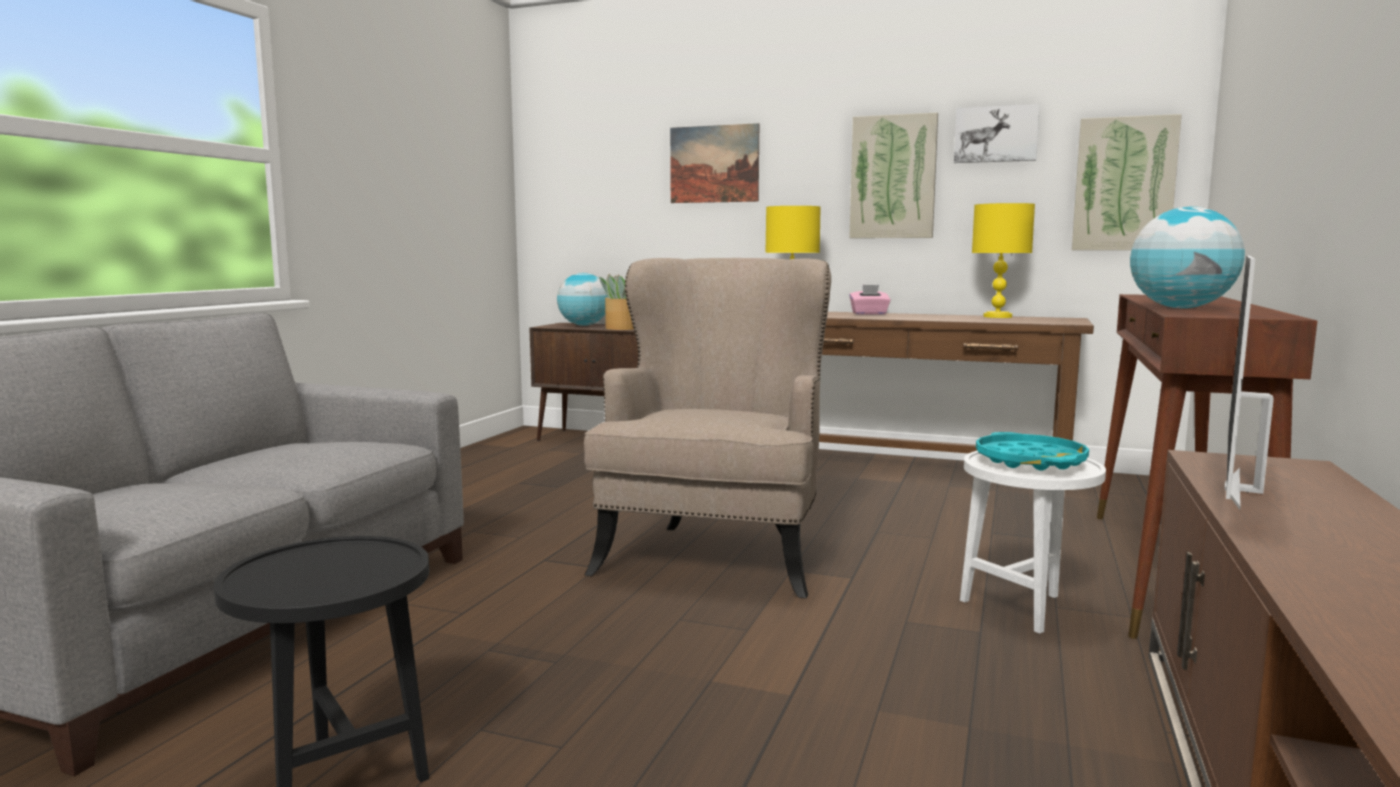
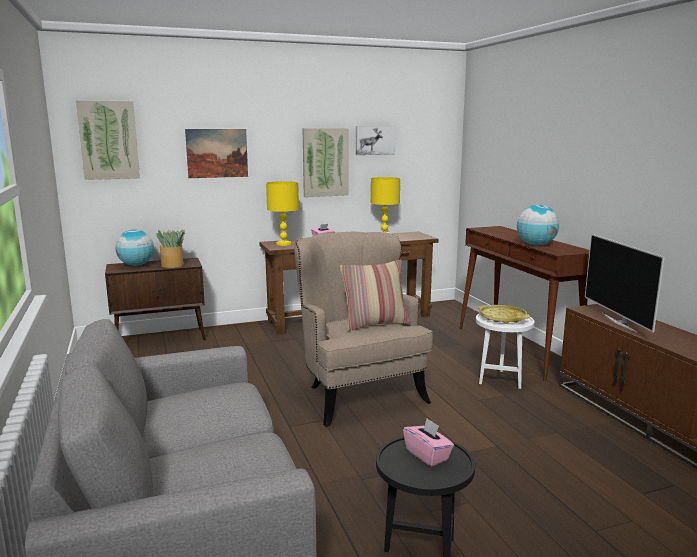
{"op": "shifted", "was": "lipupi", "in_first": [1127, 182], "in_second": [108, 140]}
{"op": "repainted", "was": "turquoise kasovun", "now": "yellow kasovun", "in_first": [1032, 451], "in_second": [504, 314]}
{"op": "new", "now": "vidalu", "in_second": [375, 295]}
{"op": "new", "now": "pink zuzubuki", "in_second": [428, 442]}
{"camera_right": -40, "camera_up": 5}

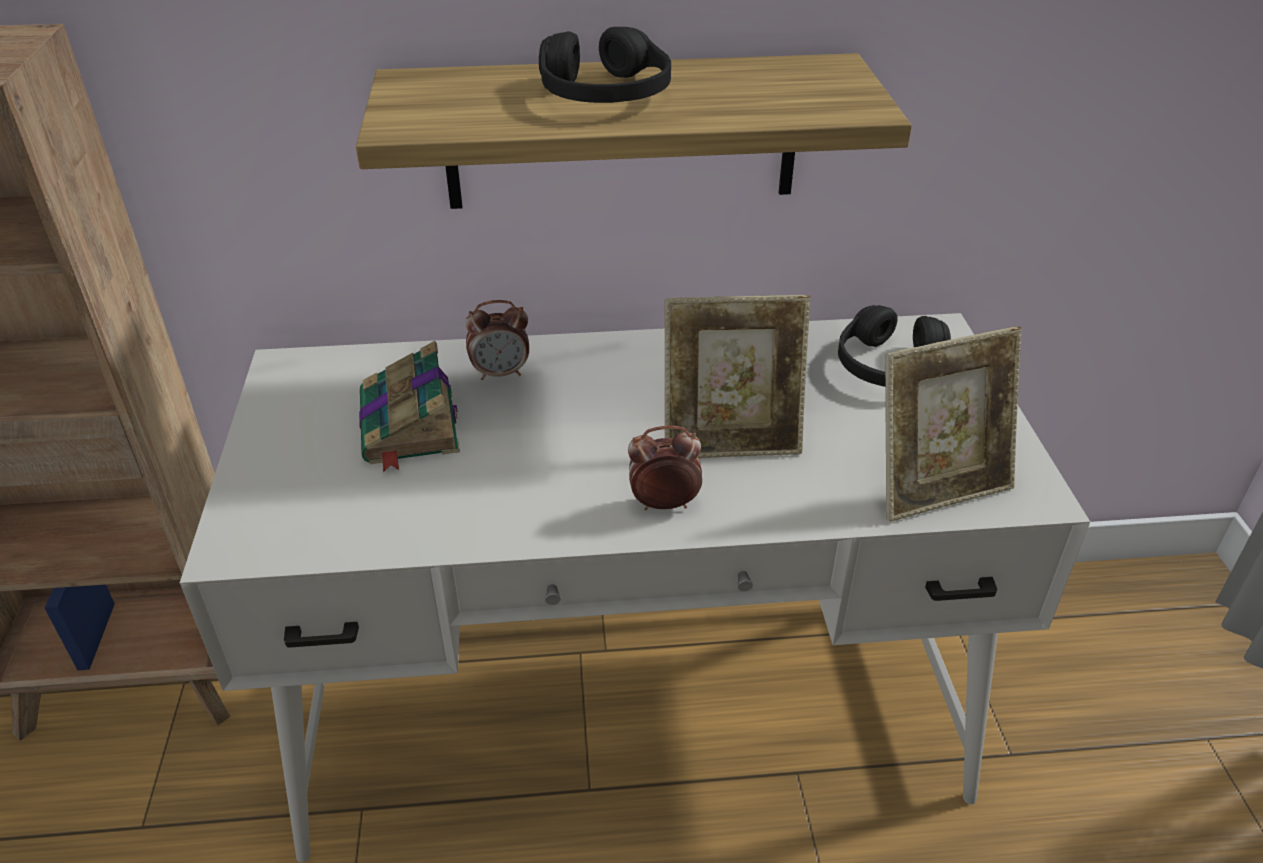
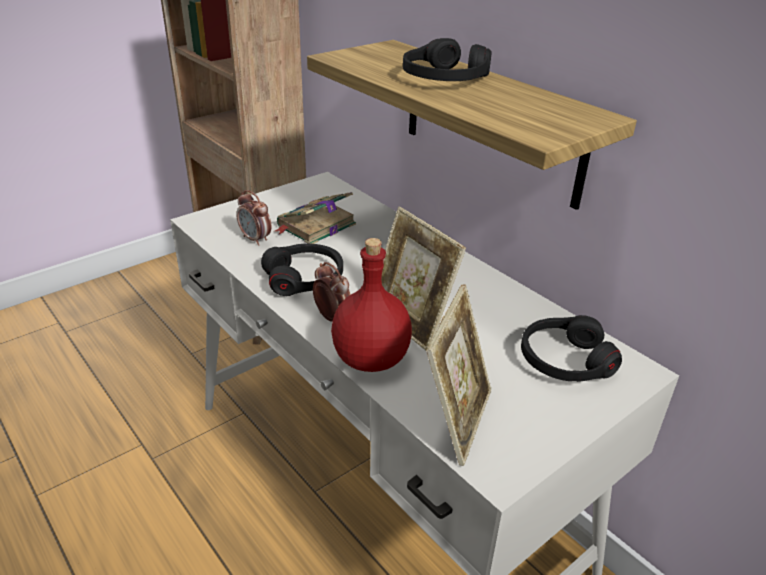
{"op": "shifted", "was": "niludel", "in_first": [497, 340], "in_second": [254, 218]}
{"op": "rotated", "was": "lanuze", "in_first": [953, 424], "in_second": [459, 375], "clockwise": -105}
{"op": "new", "now": "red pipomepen", "in_second": [371, 305]}
{"op": "new", "now": "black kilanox", "in_second": [302, 269]}
{"camera_right": 55, "camera_up": -5}

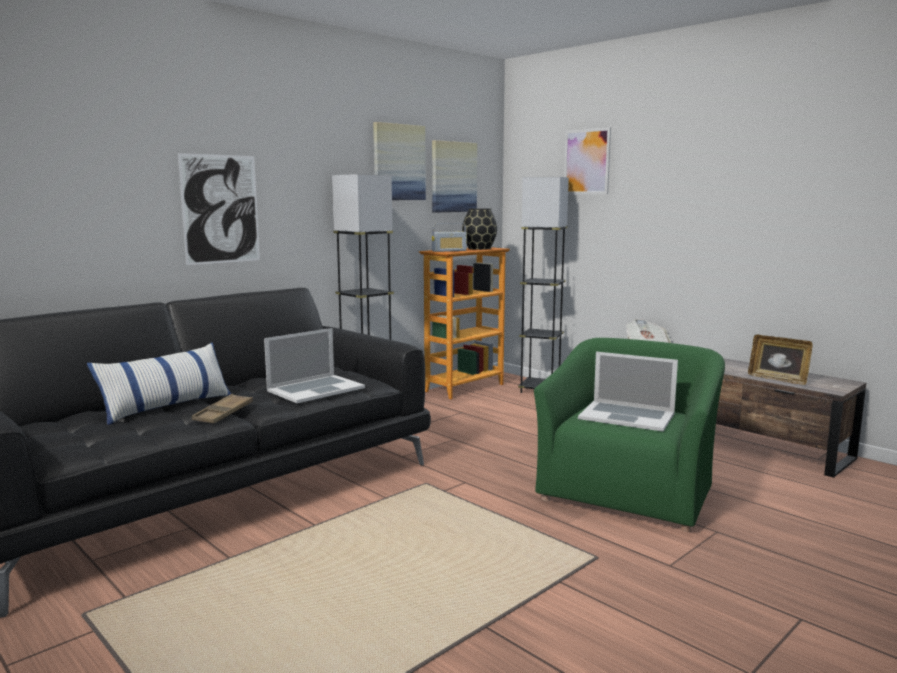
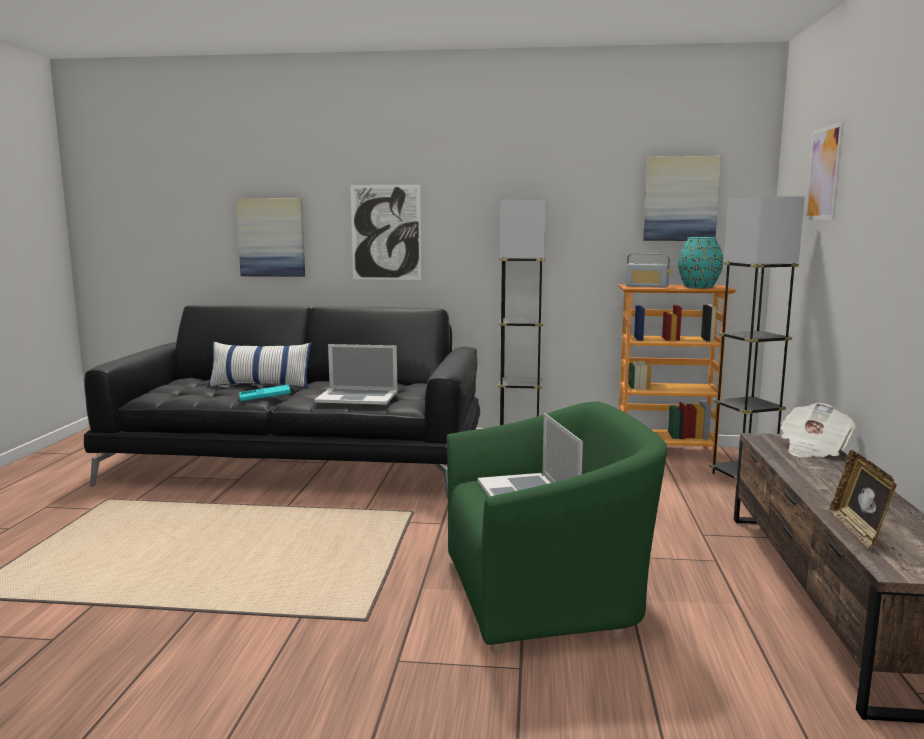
{"op": "shifted", "was": "lipupi", "in_first": [399, 161], "in_second": [270, 237]}
{"op": "repainted", "was": "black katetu", "now": "turquoise katetu", "in_first": [479, 229], "in_second": [700, 262]}
{"op": "repainted", "was": "brown kasovun", "now": "turquoise kasovun", "in_first": [222, 409], "in_second": [265, 392]}
{"camera_right": 50, "camera_up": 0}

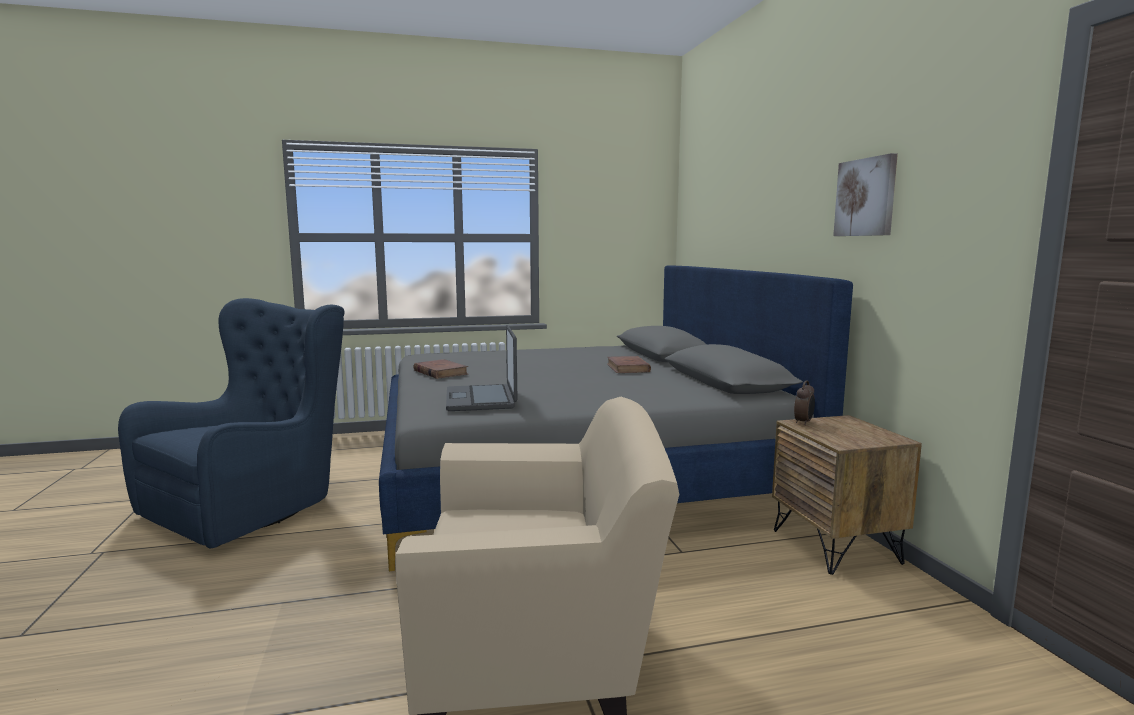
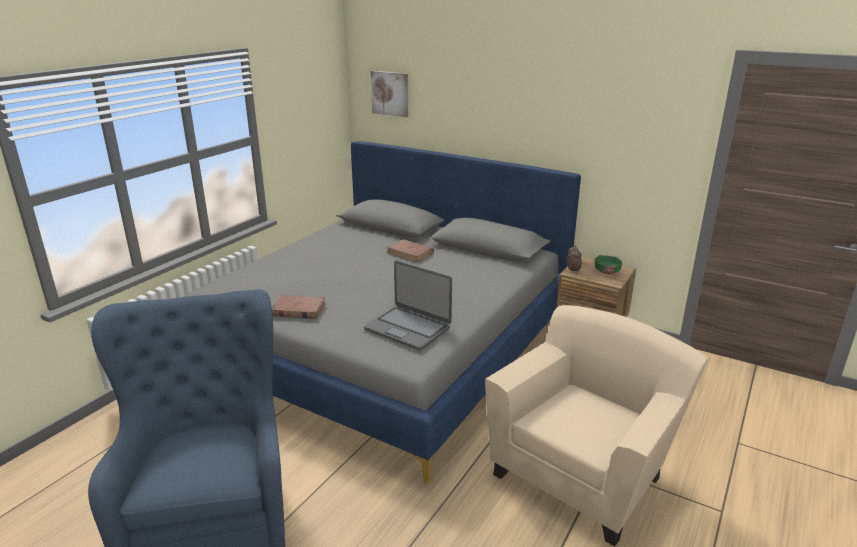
{"op": "shifted", "was": "lipupi", "in_first": [865, 194], "in_second": [389, 94]}
{"op": "new", "now": "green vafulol", "in_second": [608, 264]}
{"camera_right": -45, "camera_up": 15}

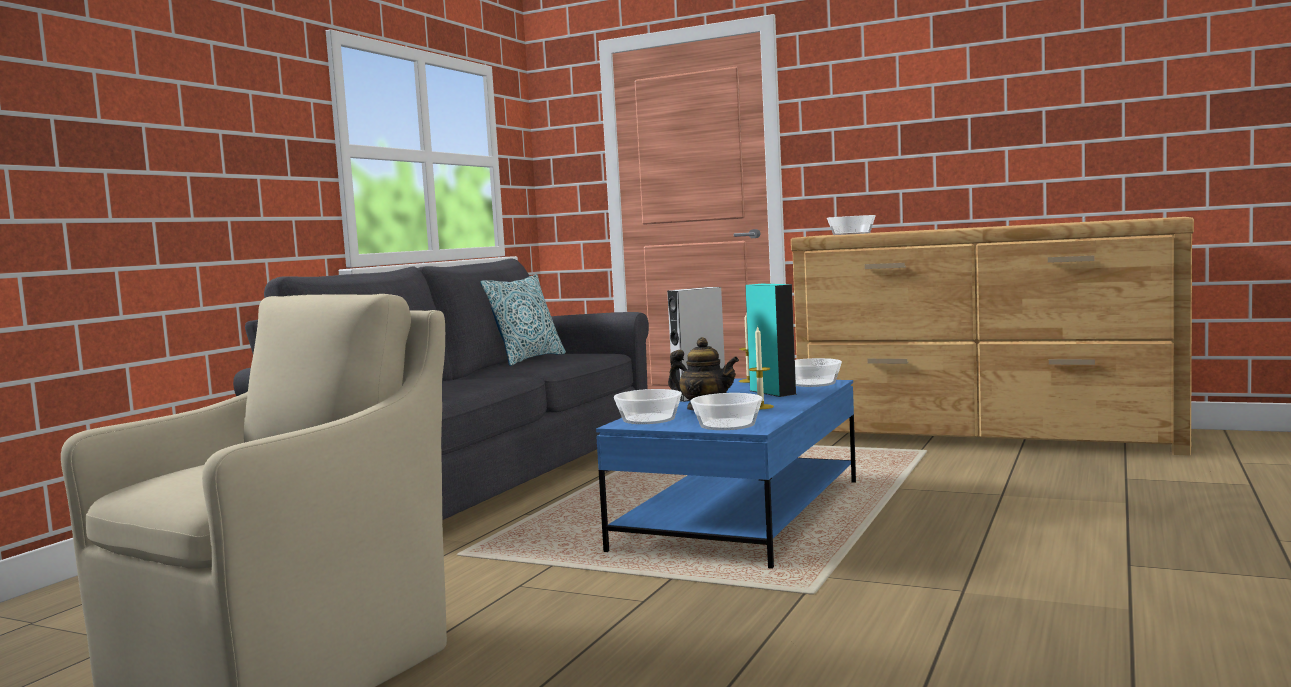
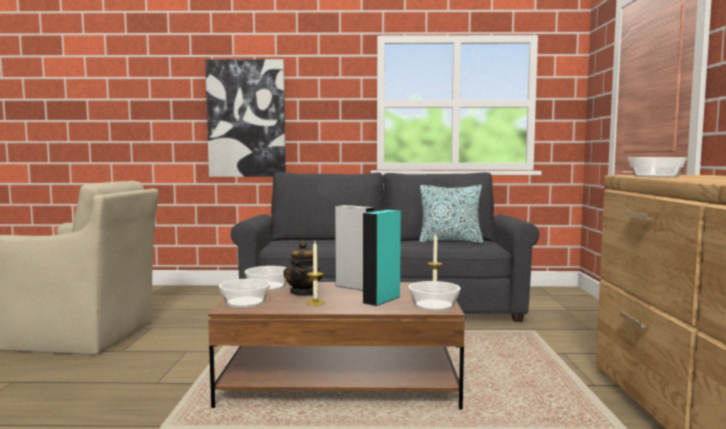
{"op": "repainted", "was": "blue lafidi", "now": "brown lafidi", "in_first": [726, 473], "in_second": [336, 346]}
{"op": "new", "now": "lipupi", "in_second": [245, 118]}
{"camera_right": 65, "camera_up": 0}

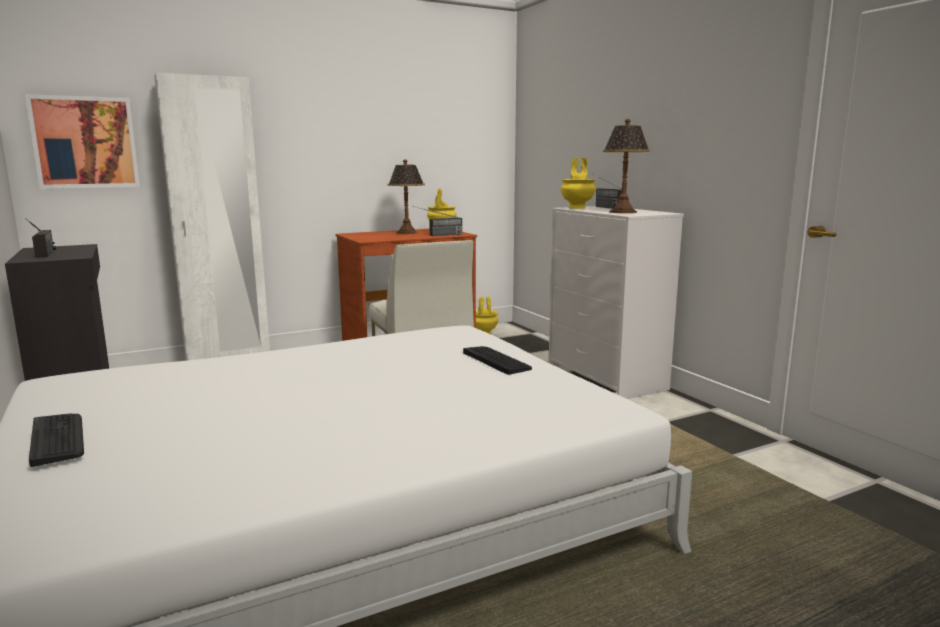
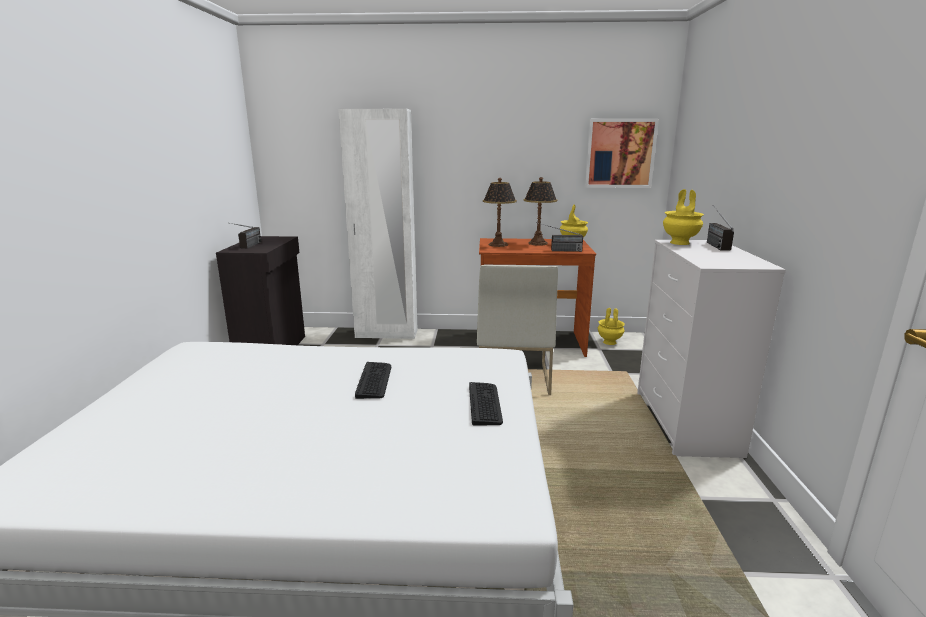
{"op": "shifted", "was": "lipupi", "in_first": [82, 141], "in_second": [622, 153]}
{"op": "shifted", "was": "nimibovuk", "in_first": [626, 166], "in_second": [500, 212]}
{"op": "shifted", "was": "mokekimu", "in_first": [56, 440], "in_second": [373, 380]}
{"camera_right": 30, "camera_up": 5}

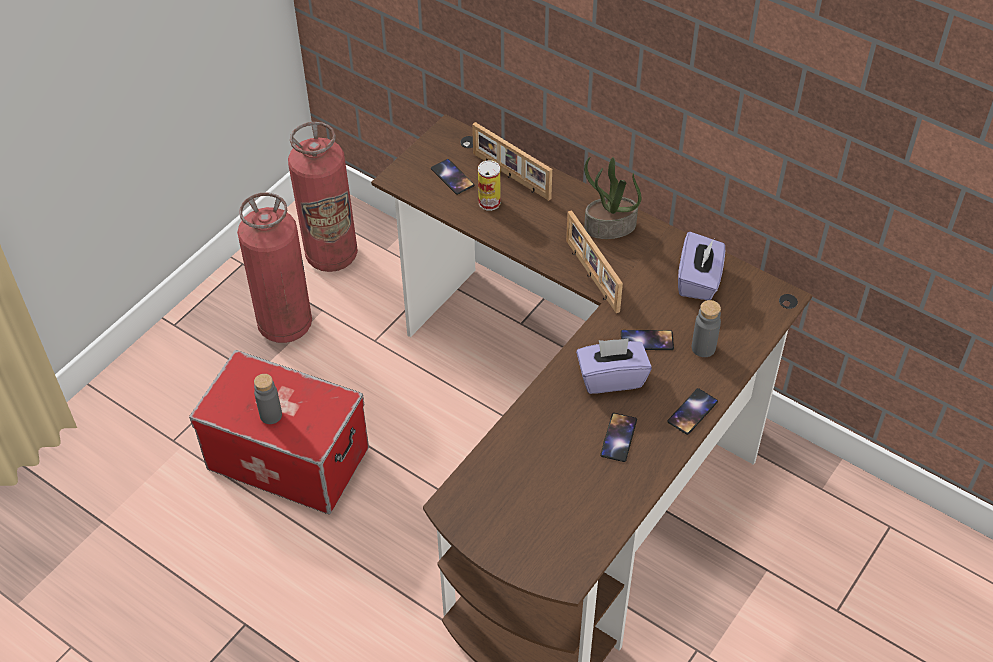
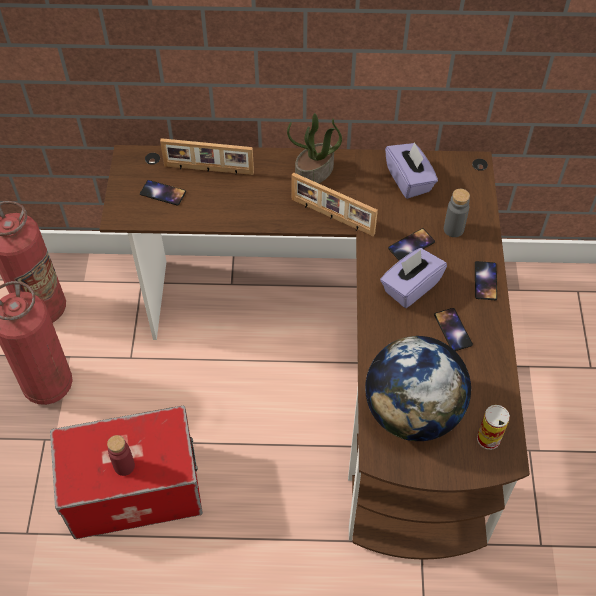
{"op": "shifted", "was": "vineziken", "in_first": [489, 185], "in_second": [493, 427]}
{"op": "repainted", "was": "grey pipomepen", "now": "red pipomepen", "in_first": [268, 399], "in_second": [121, 455]}
{"op": "new", "now": "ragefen", "in_second": [418, 388]}
{"camera_right": -35, "camera_up": 5}

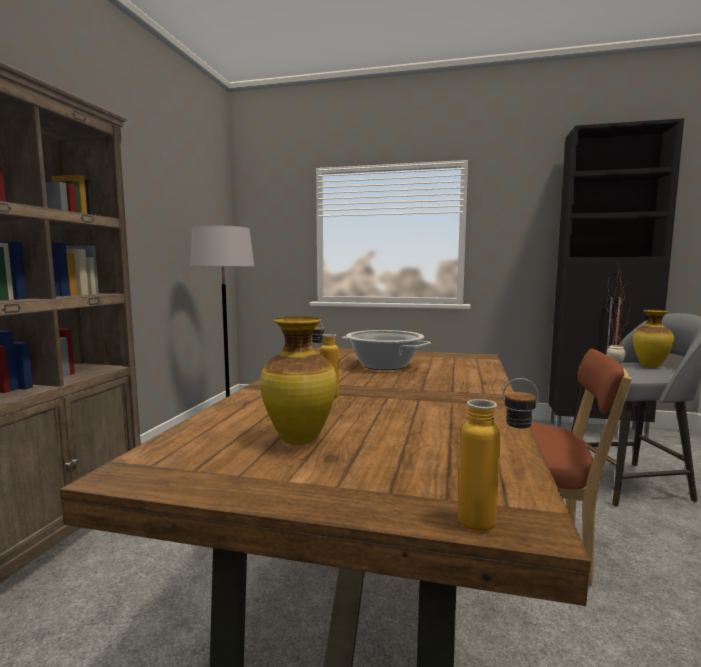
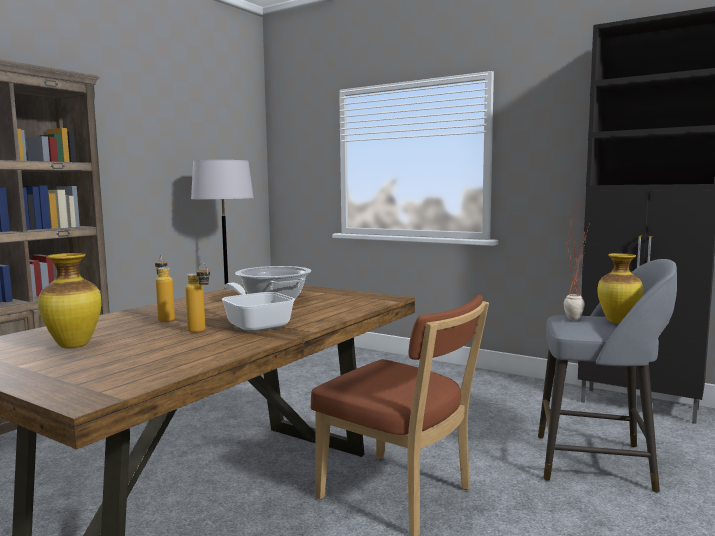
{"op": "shifted", "was": "pipomepen", "in_first": [498, 454], "in_second": [197, 297]}
{"op": "new", "now": "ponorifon", "in_second": [258, 307]}
{"camera_right": 20, "camera_up": 0}

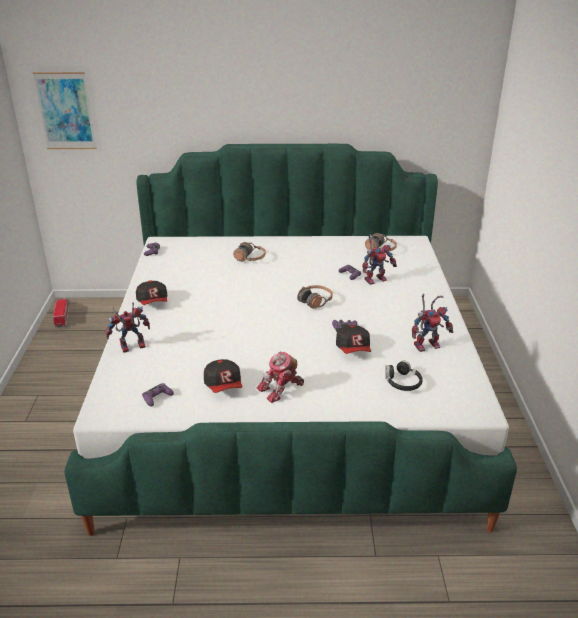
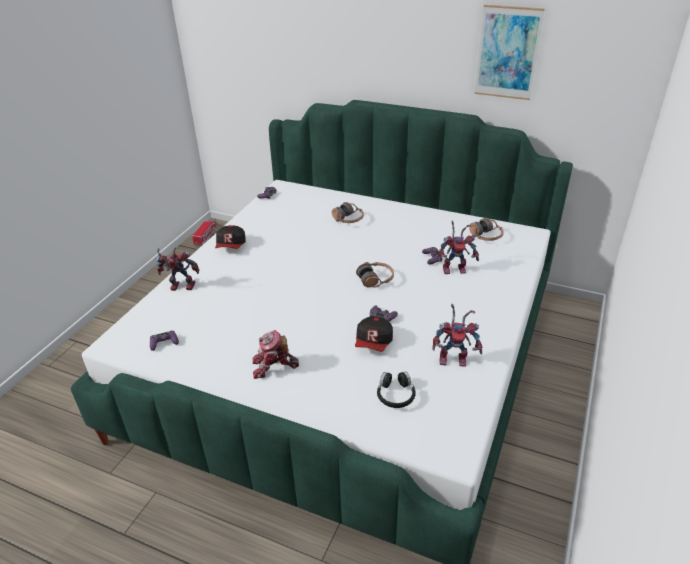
{"op": "shifted", "was": "lipupi", "in_first": [64, 110], "in_second": [509, 52]}
{"op": "gone", "was": "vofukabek", "in_first": [223, 376]}
{"camera_right": 25, "camera_up": 5}

